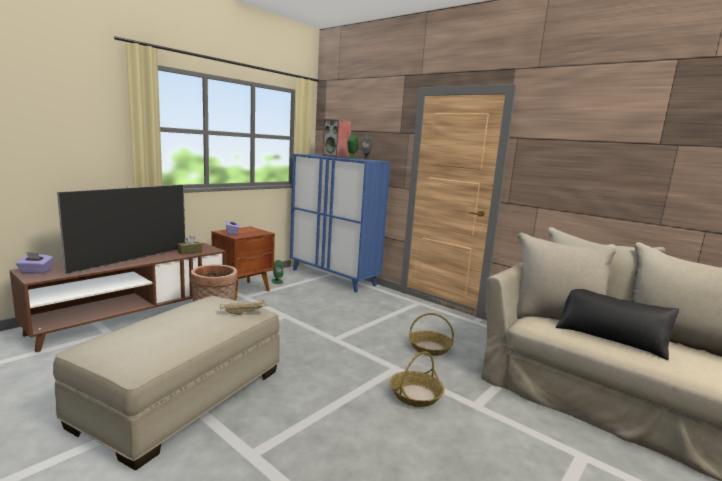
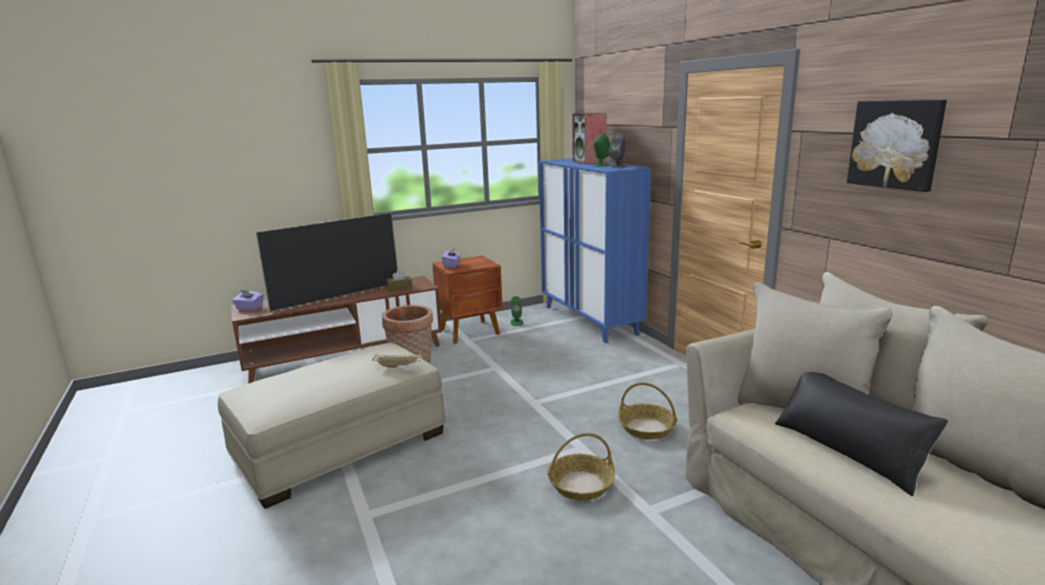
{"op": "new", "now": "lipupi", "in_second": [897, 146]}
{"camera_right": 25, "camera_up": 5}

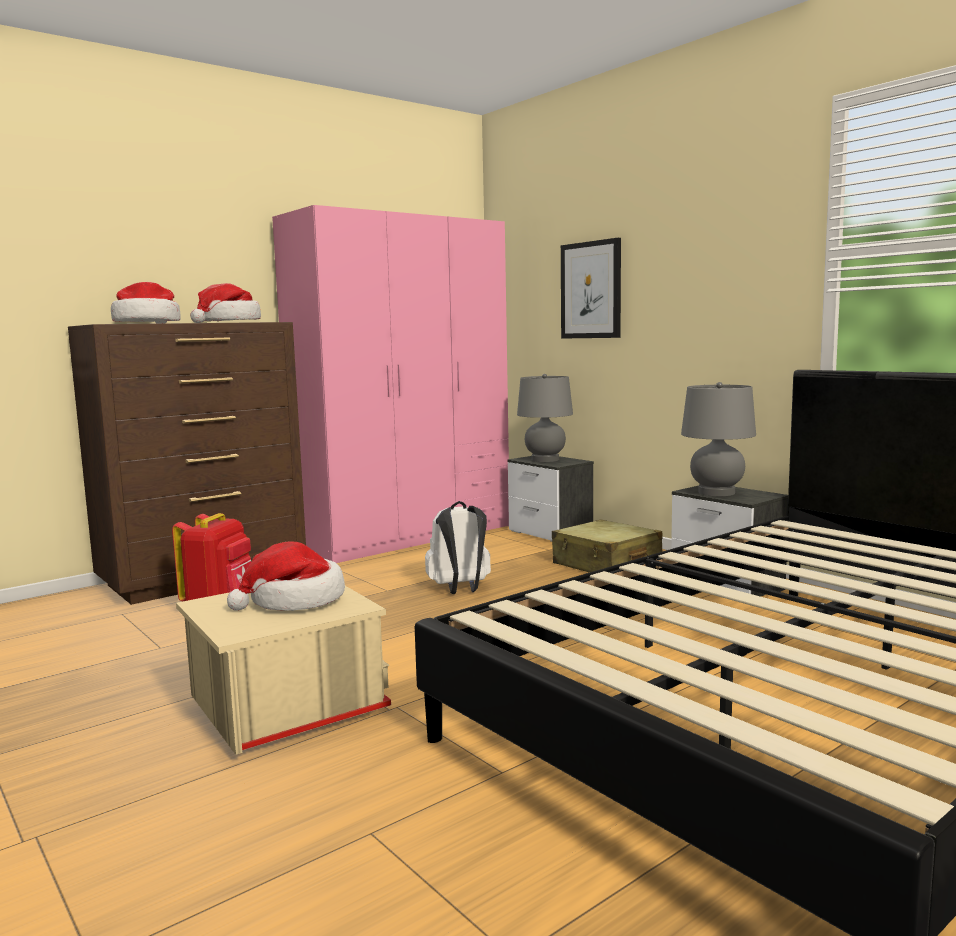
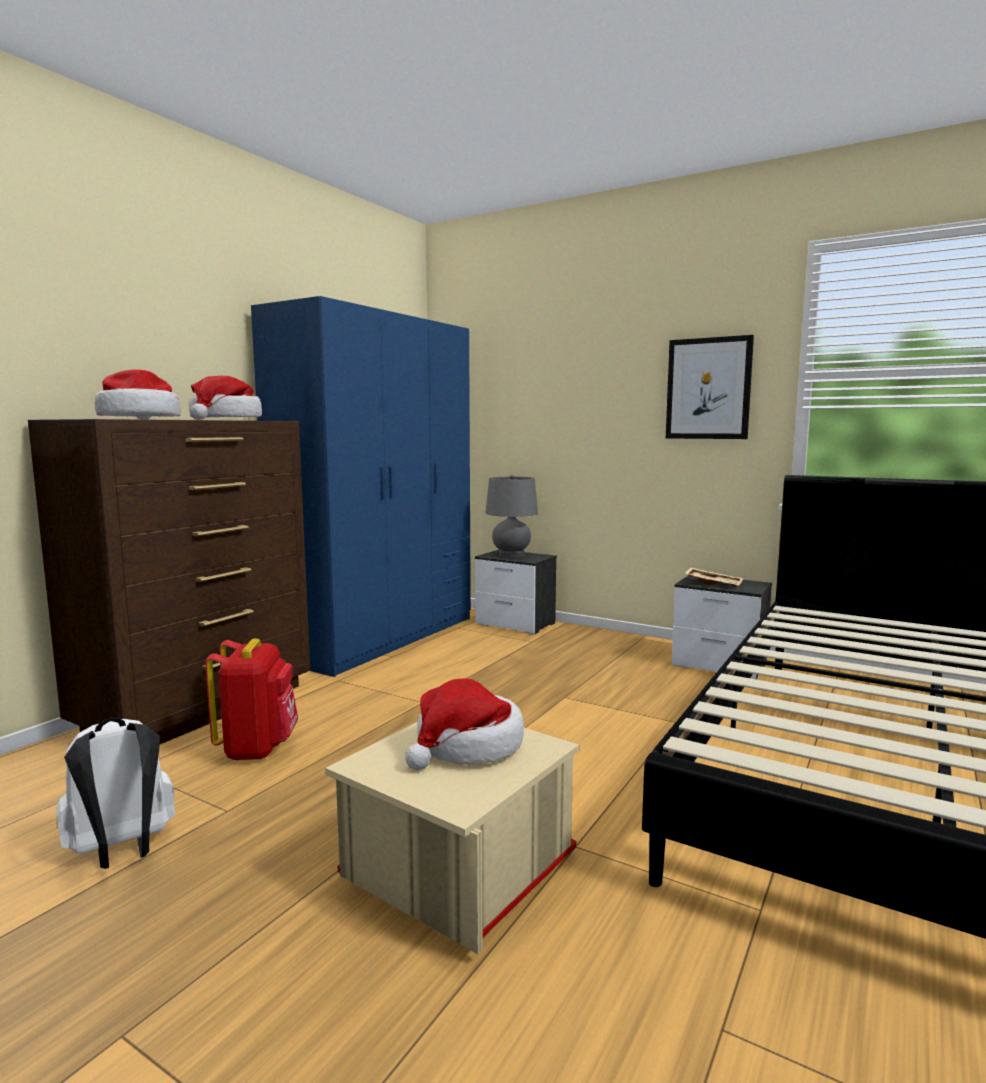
{"op": "repainted", "was": "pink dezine", "now": "blue dezine", "in_first": [390, 384], "in_second": [361, 486]}
{"op": "shifted", "was": "lipupi", "in_first": [591, 288], "in_second": [710, 387]}
{"op": "swapped", "was": "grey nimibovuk", "now": "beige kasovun", "in_first": [718, 439], "in_second": [714, 577]}
{"op": "shifted", "was": "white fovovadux", "in_first": [458, 547], "in_second": [115, 793]}
{"op": "gone", "was": "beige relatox", "in_first": [607, 546]}
{"camera_right": -20, "camera_up": 0}

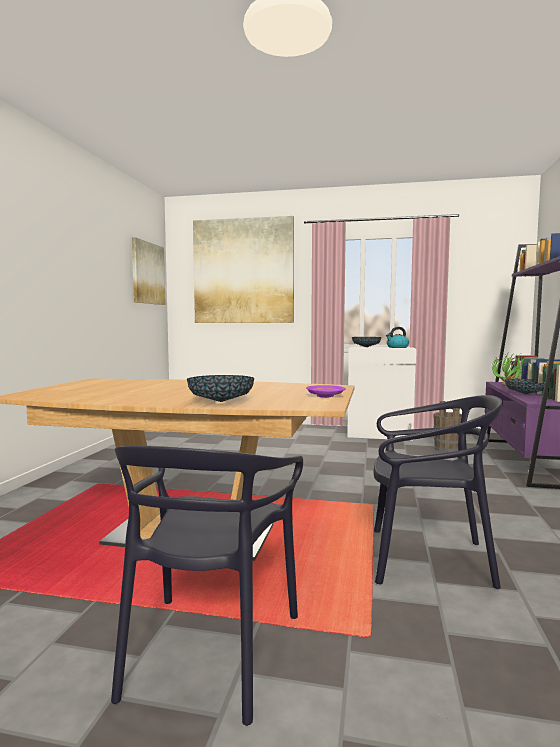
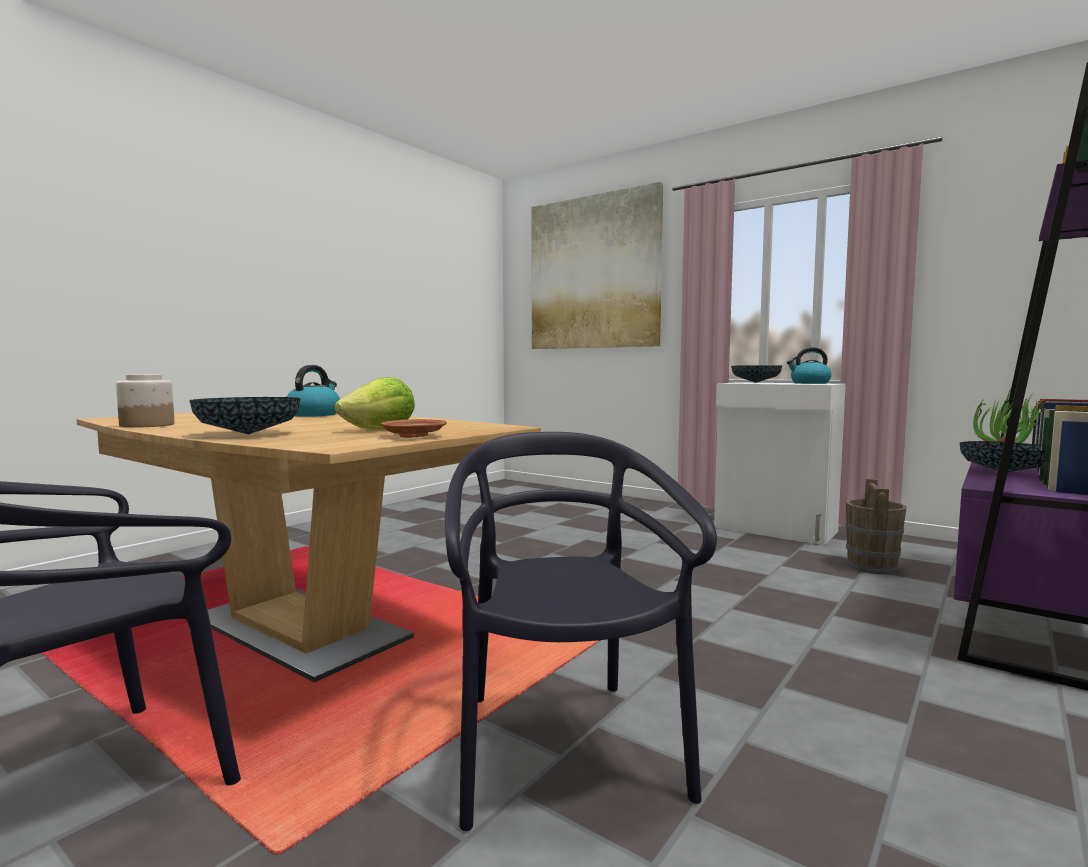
{"op": "gone", "was": "lipupi", "in_first": [148, 271]}
{"op": "repainted", "was": "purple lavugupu", "now": "brown lavugupu", "in_first": [326, 391], "in_second": [414, 428]}
{"op": "rotated", "was": "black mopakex", "in_first": [438, 492], "in_second": [581, 631], "clockwise": -135}
{"op": "new", "now": "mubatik", "in_second": [313, 391]}
{"op": "new", "now": "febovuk", "in_second": [145, 401]}
{"op": "new", "now": "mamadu", "in_second": [375, 403]}
{"camera_right": 25, "camera_up": 0}

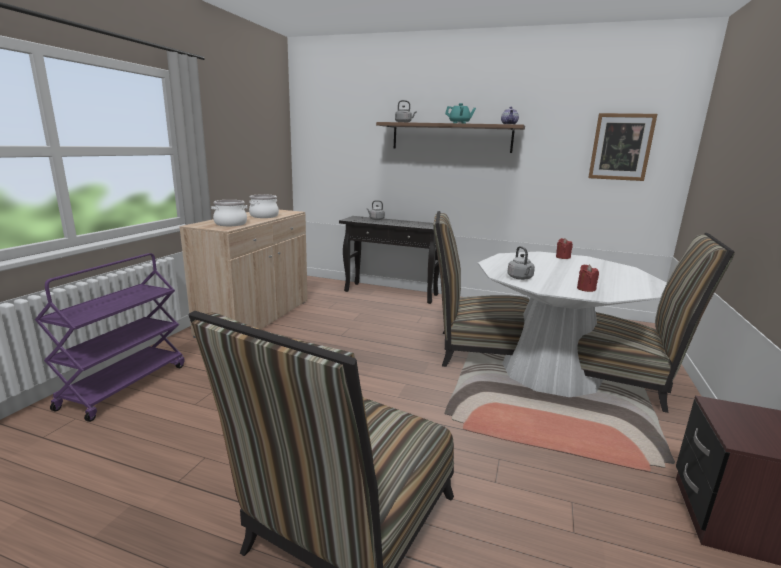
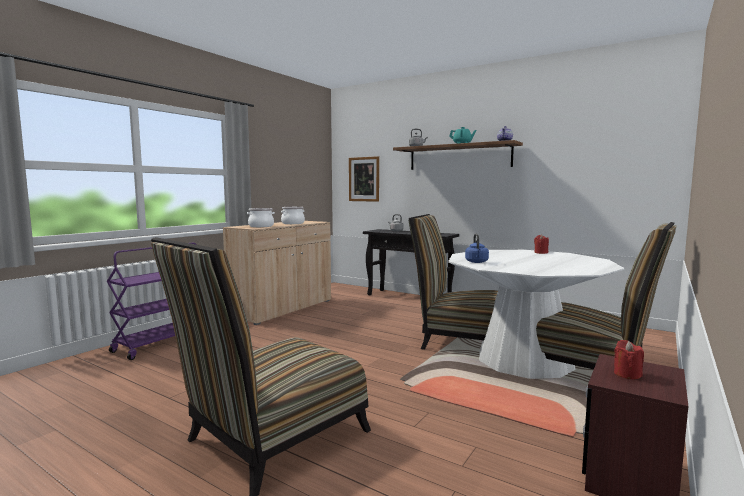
{"op": "shifted", "was": "lipupi", "in_first": [622, 147], "in_second": [364, 179]}
{"op": "repainted", "was": "grey mubatik", "now": "blue mubatik", "in_first": [521, 263], "in_second": [477, 248]}
{"op": "shifted", "was": "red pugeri", "in_first": [588, 278], "in_second": [629, 359]}
{"camera_right": 15, "camera_up": -10}

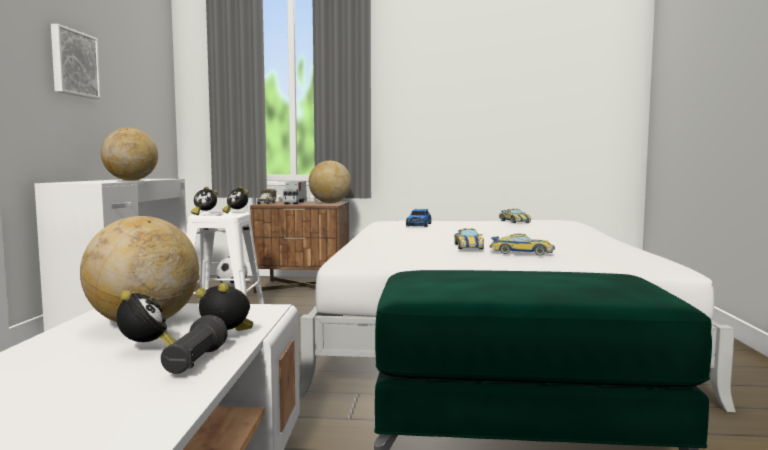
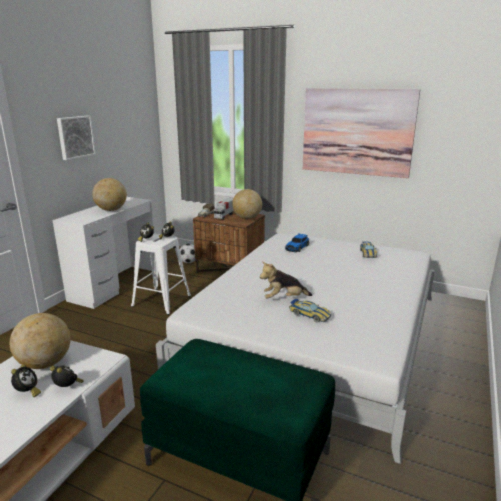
{"op": "swapped", "was": "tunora", "now": "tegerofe", "in_first": [469, 238], "in_second": [286, 280]}
{"op": "gone", "was": "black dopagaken", "in_first": [194, 344]}
{"op": "new", "now": "lipupi", "in_second": [362, 133]}
{"camera_right": 20, "camera_up": 15}

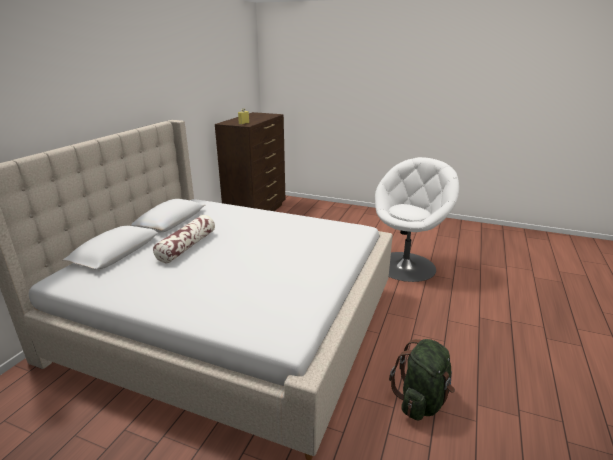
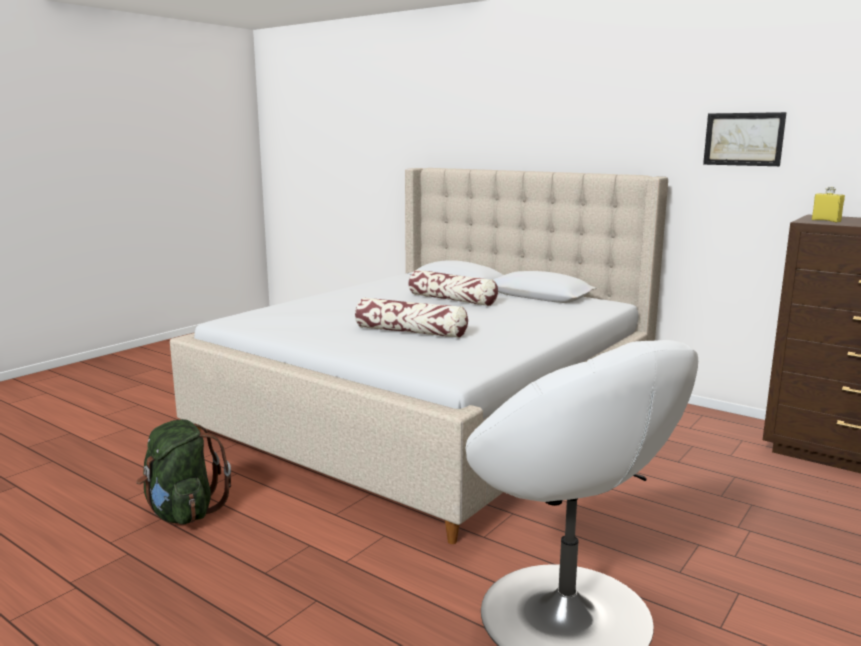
{"op": "new", "now": "lipupi", "in_second": [745, 139]}
{"op": "new", "now": "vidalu", "in_second": [411, 318]}
{"camera_right": 105, "camera_up": -10}

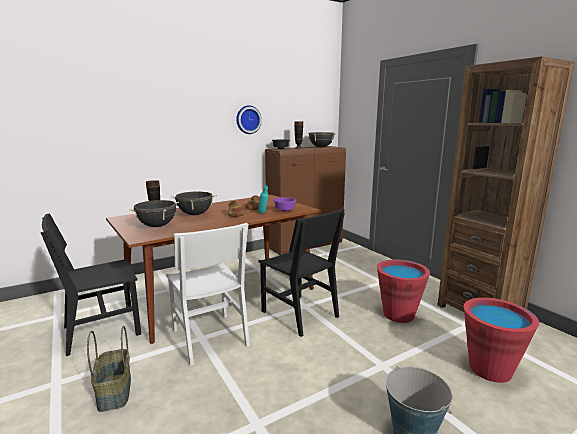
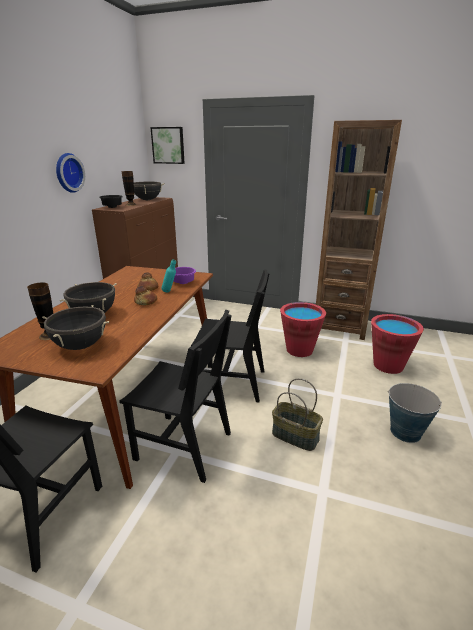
{"op": "repainted", "was": "white mopakex", "now": "black mopakex", "in_first": [208, 294], "in_second": [176, 396]}
{"op": "shifted", "was": "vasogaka", "in_first": [109, 369], "in_second": [297, 414]}
{"op": "new", "now": "lipupi", "in_second": [167, 145]}
{"camera_right": -40, "camera_up": 10}

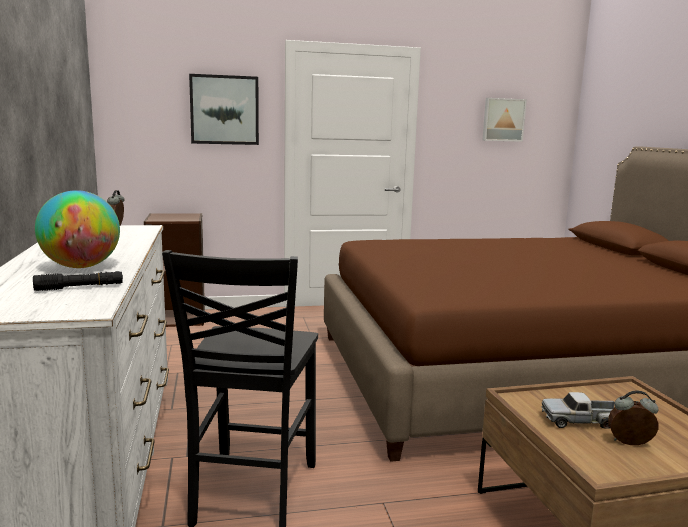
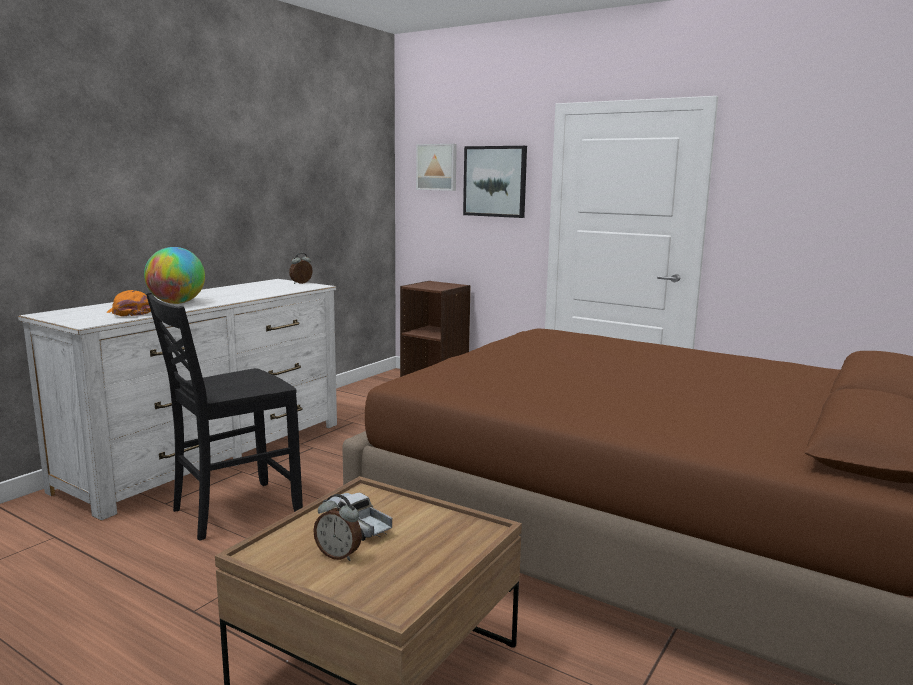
{"op": "shifted", "was": "lipupi", "in_first": [504, 120], "in_second": [436, 167]}
{"op": "swapped", "was": "black dopagaken", "now": "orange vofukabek", "in_first": [78, 281], "in_second": [129, 303]}
{"op": "rotated", "was": "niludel", "in_first": [633, 418], "in_second": [337, 527], "clockwise": 150}
{"camera_right": 45, "camera_up": 0}

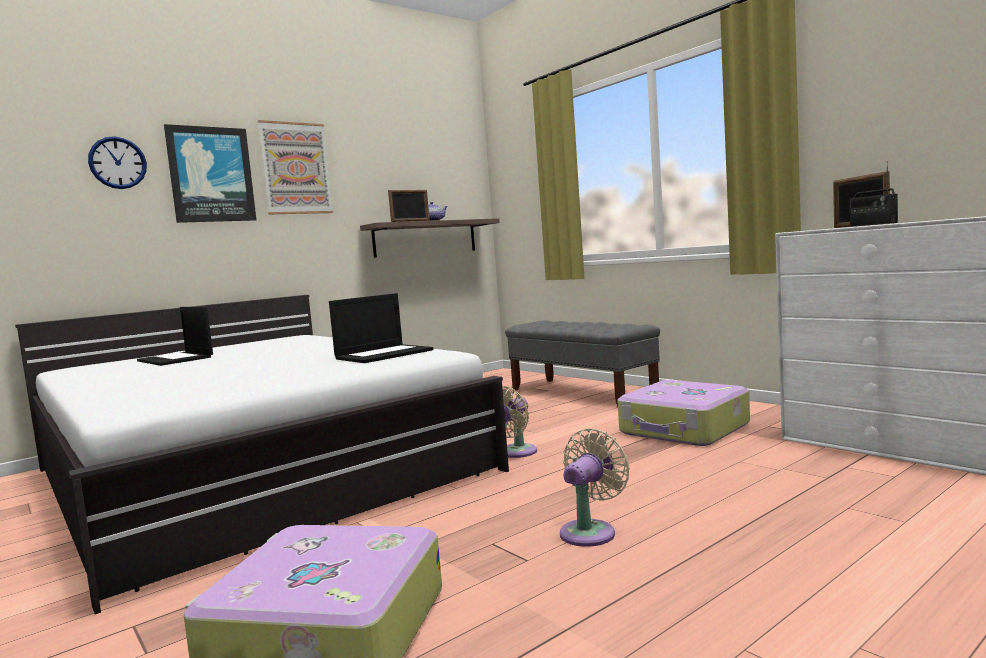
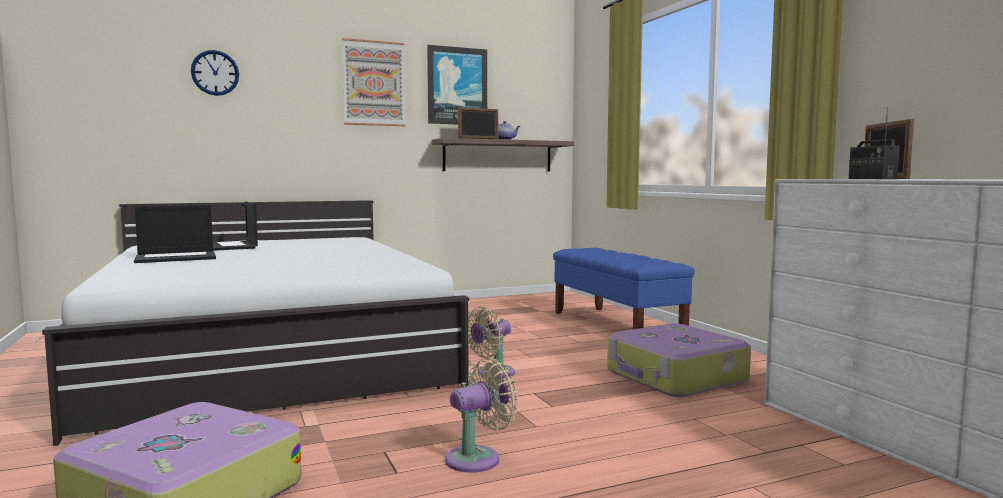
{"op": "shifted", "was": "lipupi", "in_first": [210, 173], "in_second": [457, 84]}
{"op": "shifted", "was": "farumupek", "in_first": [381, 328], "in_second": [175, 234]}
{"op": "repainted", "was": "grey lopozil", "now": "blue lopozil", "in_first": [582, 364], "in_second": [624, 288]}
{"camera_right": 15, "camera_up": 0}

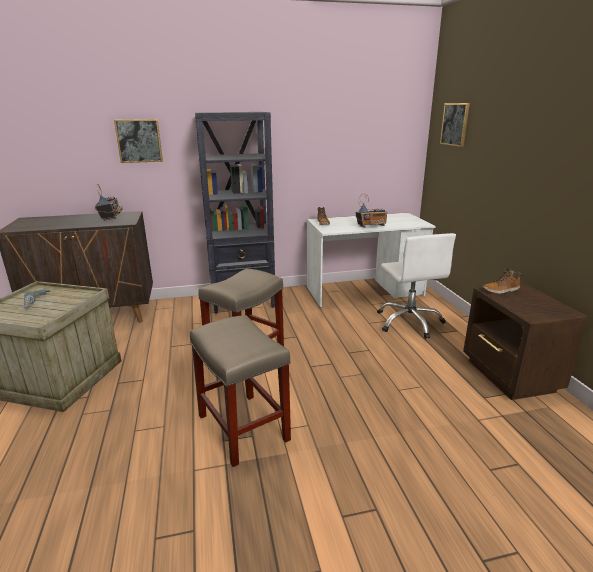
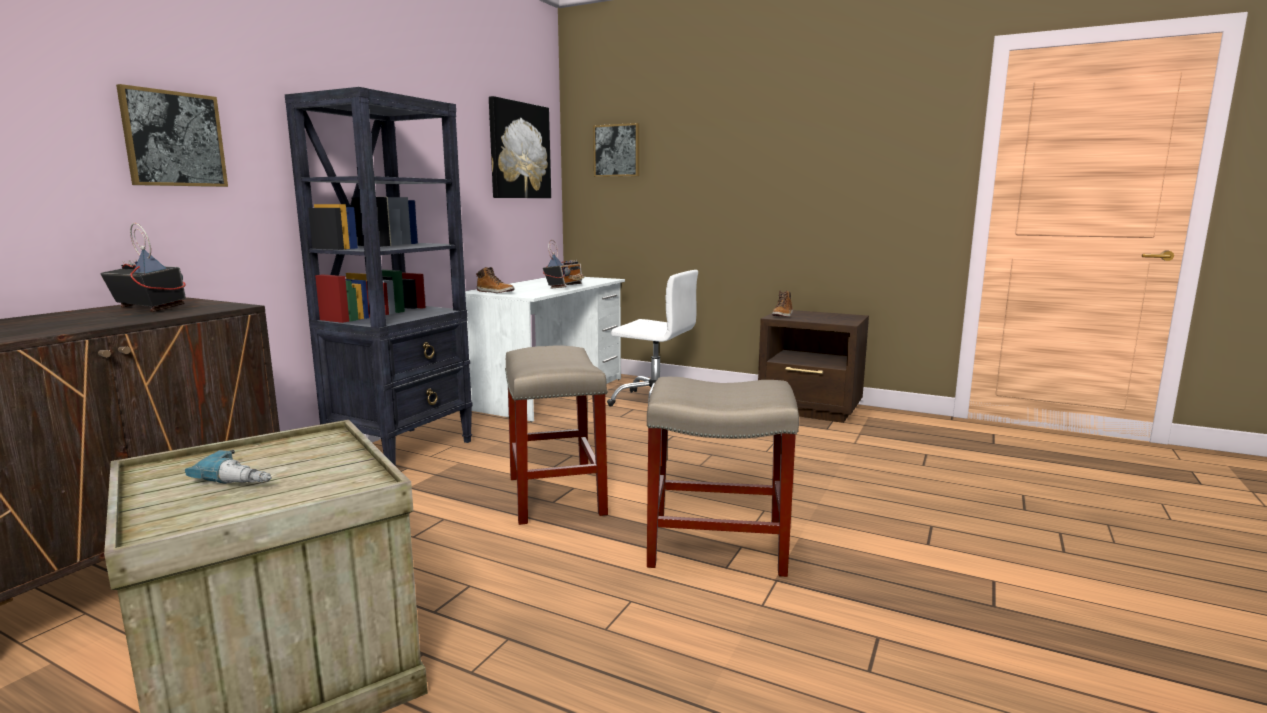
{"op": "new", "now": "lipupi", "in_second": [520, 147]}
{"camera_right": -50, "camera_up": -10}

